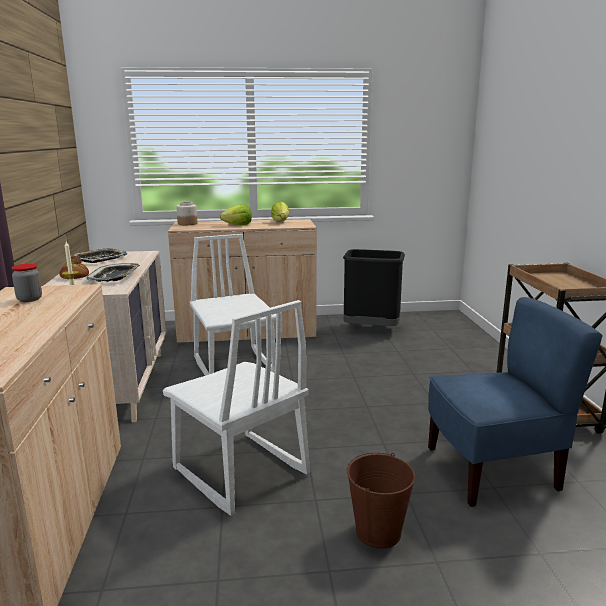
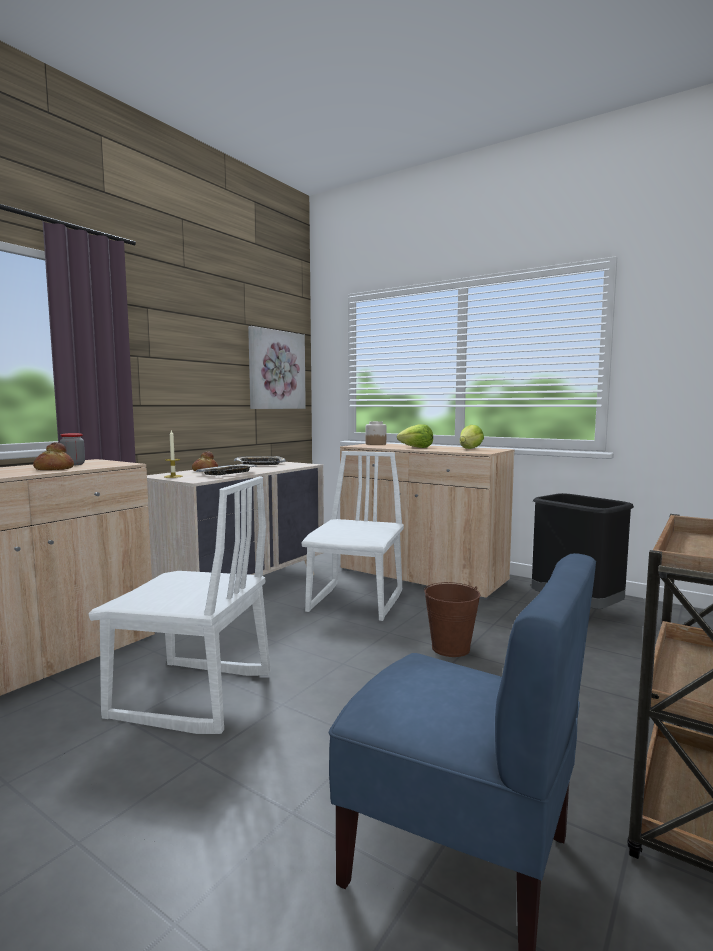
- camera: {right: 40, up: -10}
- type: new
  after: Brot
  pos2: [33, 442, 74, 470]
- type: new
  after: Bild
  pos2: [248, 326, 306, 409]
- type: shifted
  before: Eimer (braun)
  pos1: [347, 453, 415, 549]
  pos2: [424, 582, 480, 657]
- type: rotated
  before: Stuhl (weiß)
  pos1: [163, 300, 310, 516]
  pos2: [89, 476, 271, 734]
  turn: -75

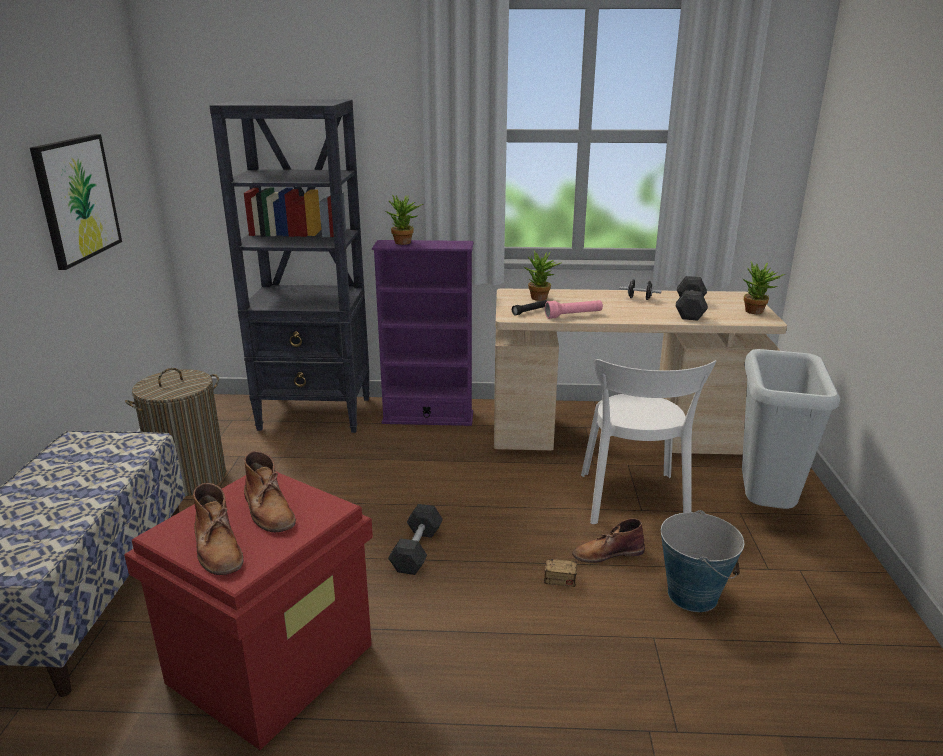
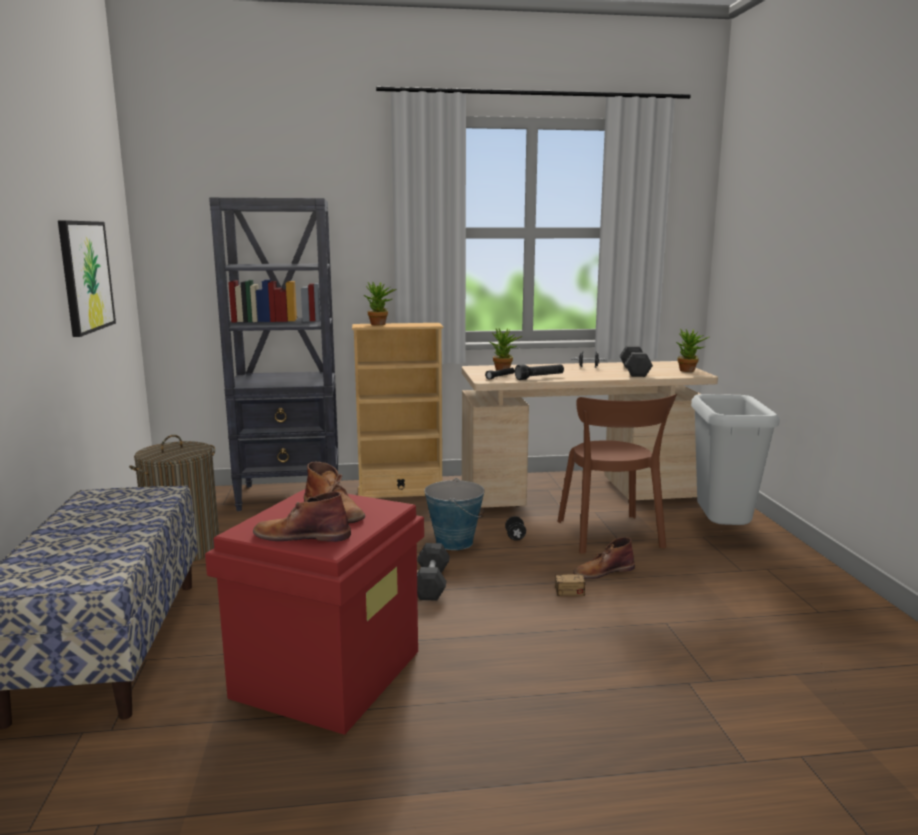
- camera: {right: -10, up: -10}
- type: new
  after: Hantel (schwarz)
  pos2: [505, 516, 526, 541]
- type: shifted
  before: Eimer
  pos1: [661, 510, 744, 612]
  pos2: [424, 478, 485, 550]
- type: repainted
  before: Bücherregal (lila)
  after: Bücherregal (beige)
  pos1: [372, 240, 473, 426]
  pos2: [352, 323, 443, 498]
- type: repainted
  before: Taschenlampe (rosa)
  after: Taschenlampe (schwarz)
  pos1: [545, 300, 603, 319]
  pos2: [515, 364, 564, 380]
- type: repainted
  before: Stuhl (weiß)
  after: Stuhl (braun)
  pos1: [581, 359, 716, 524]
  pos2: [557, 394, 677, 554]
- type: rotated
  before: Stiefel (braun)
  pos1: [193, 483, 243, 575]
  pos2: [253, 491, 351, 542]
  turn: 135

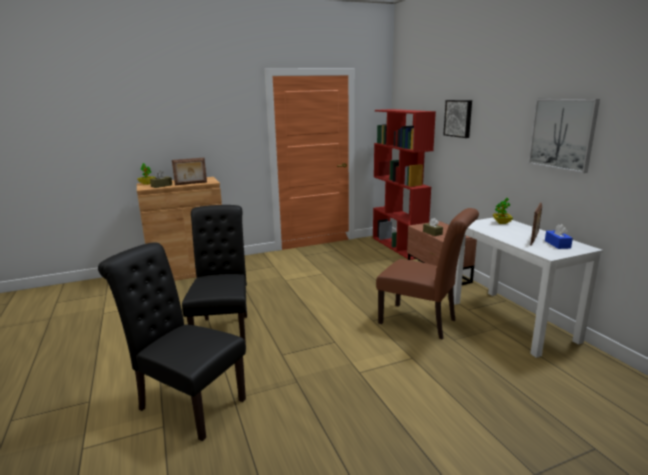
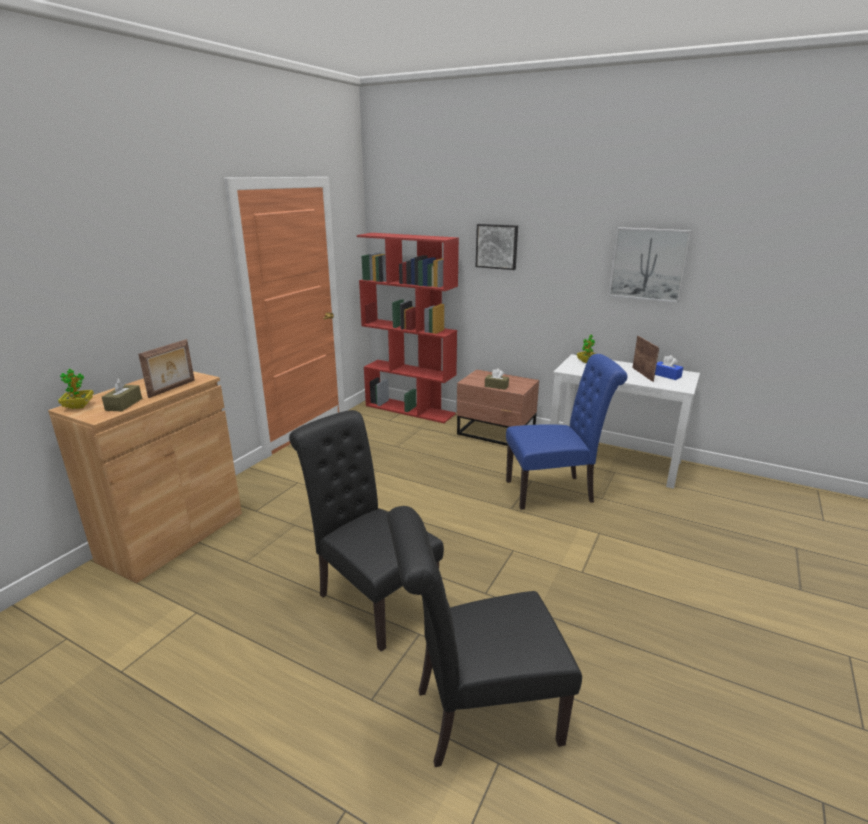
- camera: {right: -40, up: 5}
- type: repainted
  before: Stuhl (braun)
  after: Stuhl (blau)
  pos1: [376, 208, 479, 340]
  pos2: [506, 354, 628, 510]

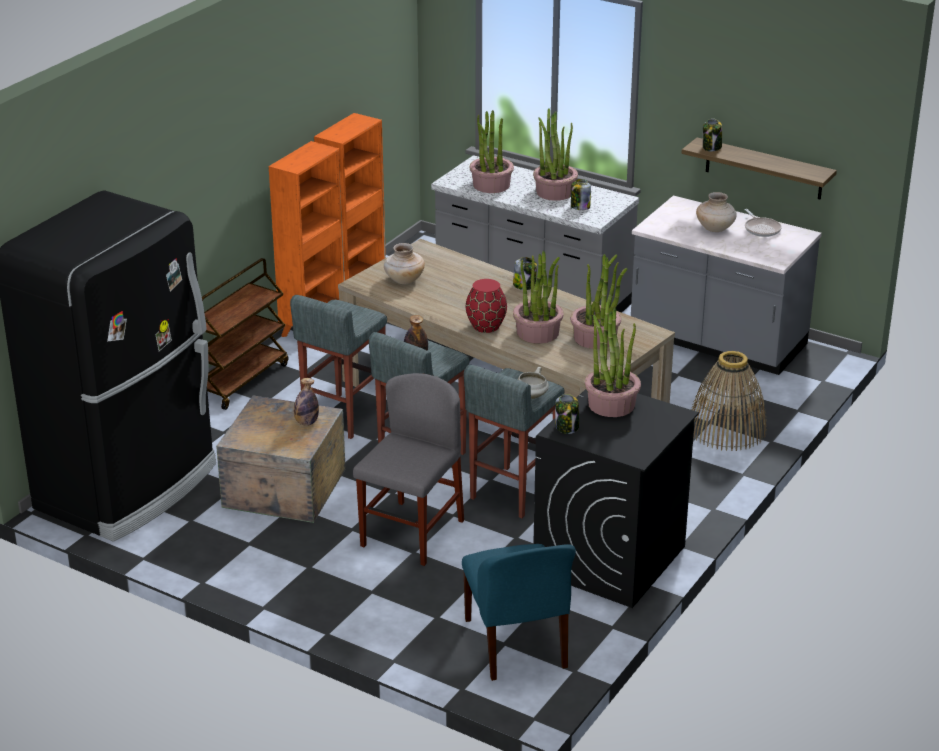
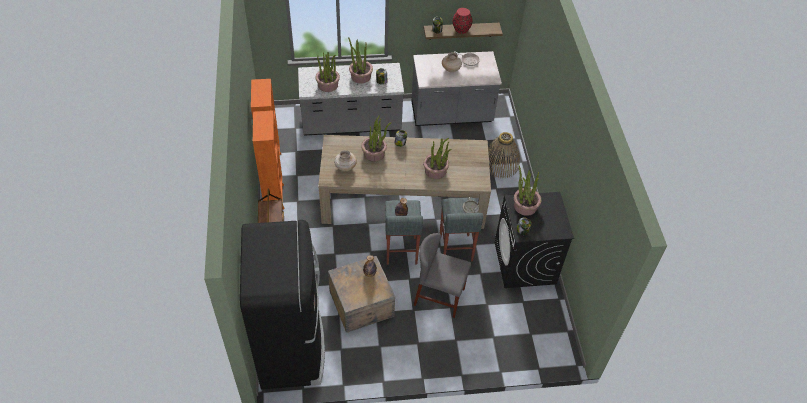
- camera: {right: -40, up: 20}
- type: gone
  before: Hocker (grau)
  pos1: [290, 295, 387, 439]
- type: gone
  before: Stuhl (blau)
  pos1: [462, 544, 576, 681]
- type: shifted
  before: Vase (rot)
  pos1: [466, 279, 507, 333]
  pos2: [453, 8, 472, 34]
- type: shifted
  before: Topfpflanze
  pos1: [570, 254, 627, 349]
  pos2: [361, 115, 392, 161]
- type: rotated
  before: Stuhl (grau)
  pos1: [353, 373, 464, 566]
  pos2: [414, 233, 471, 318]
  turn: -60

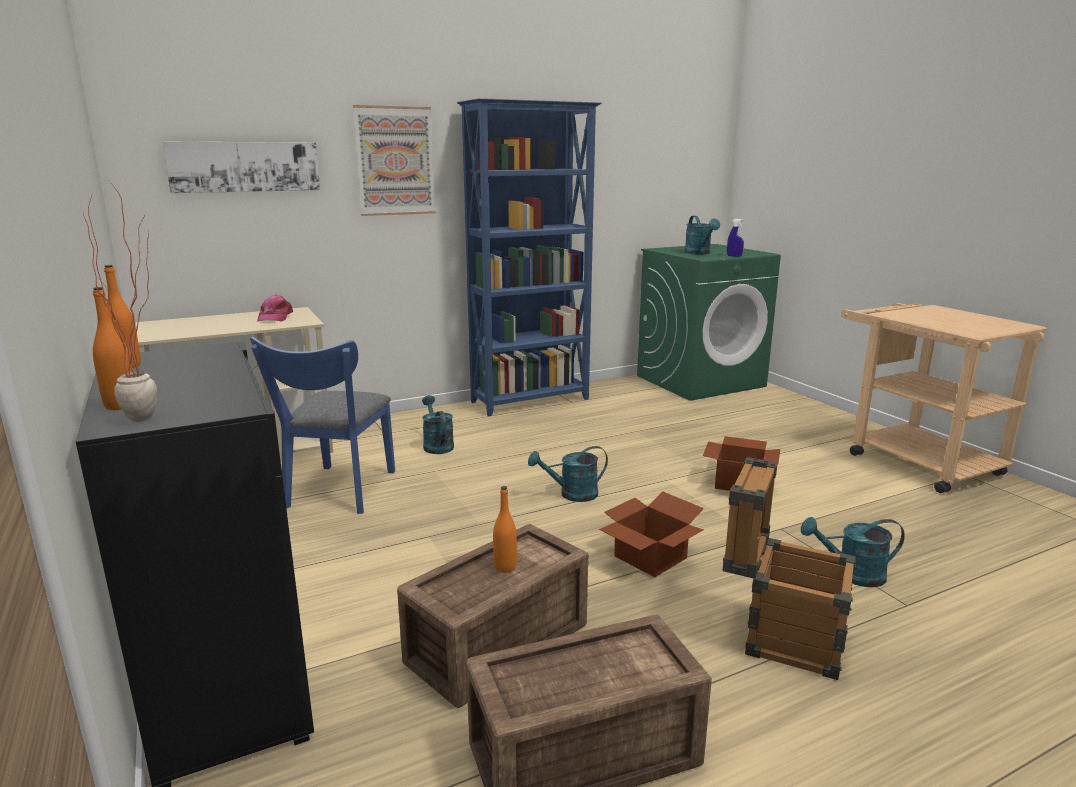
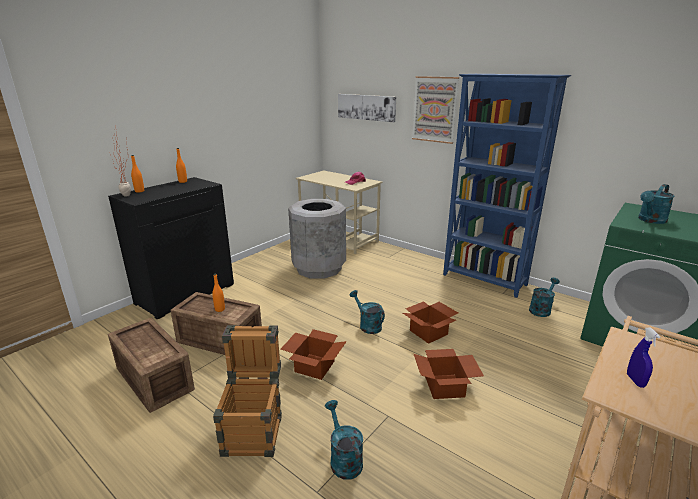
- camera: {right: 65, up: 5}
- type: new
  after: Karton
  pos2: [403, 301, 458, 344]
- type: shifted
  before: Gießkanne (türkis)
  pos1: [422, 395, 454, 454]
  pos2: [529, 277, 560, 317]
- type: shifted
  before: Sprühflasche (blau)
  pos1: [727, 219, 744, 257]
  pos2: [627, 328, 661, 388]
- type: swapped
  before: Stuhl (blau)
  after: Mülleimer (grau)
  pos1: [250, 337, 395, 514]
  pos2: [288, 199, 346, 279]

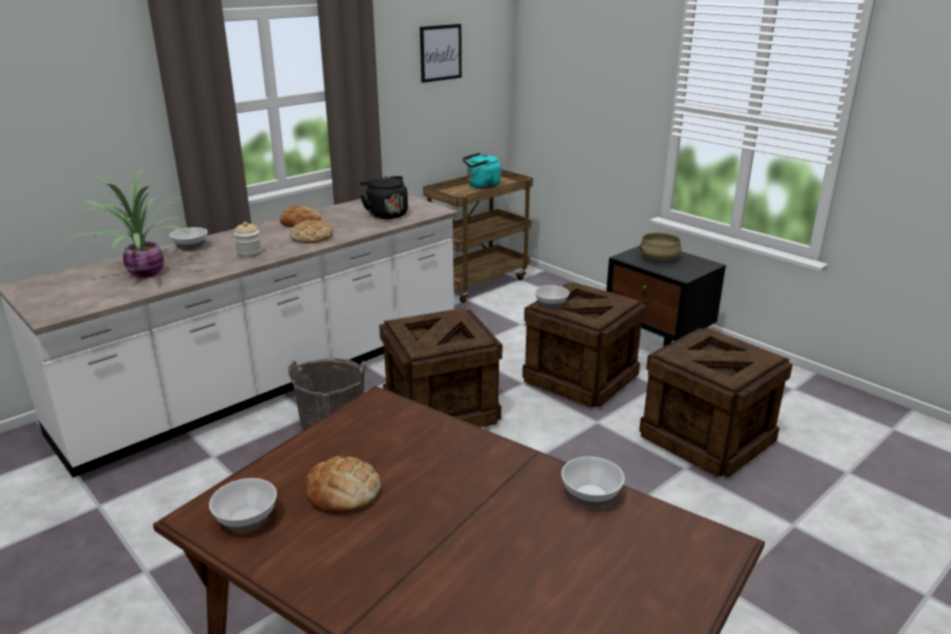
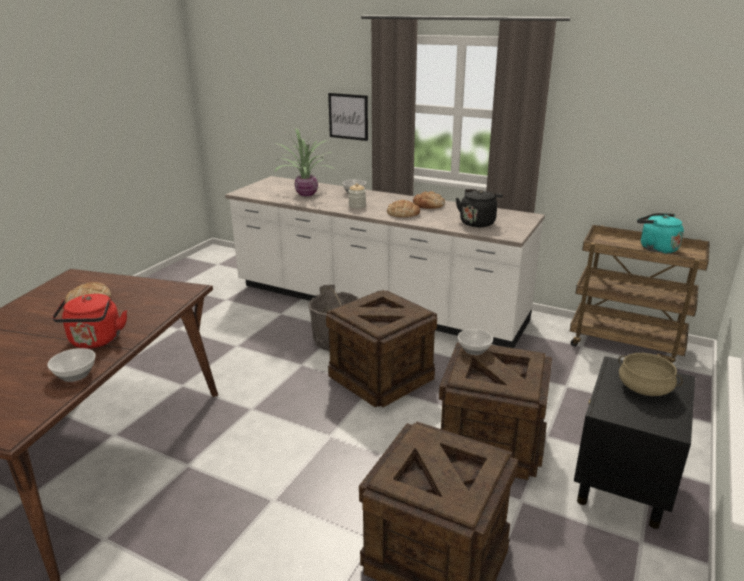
- camera: {right: 70, up: 0}
- type: gone
  before: Schüssel
  pos1: [209, 478, 277, 532]
- type: new
  after: Wasserkessel (rot)
  pos2: [52, 294, 127, 349]
- type: shifted
  before: Bild
  pos1: [420, 24, 462, 83]
  pos2: [328, 93, 368, 141]

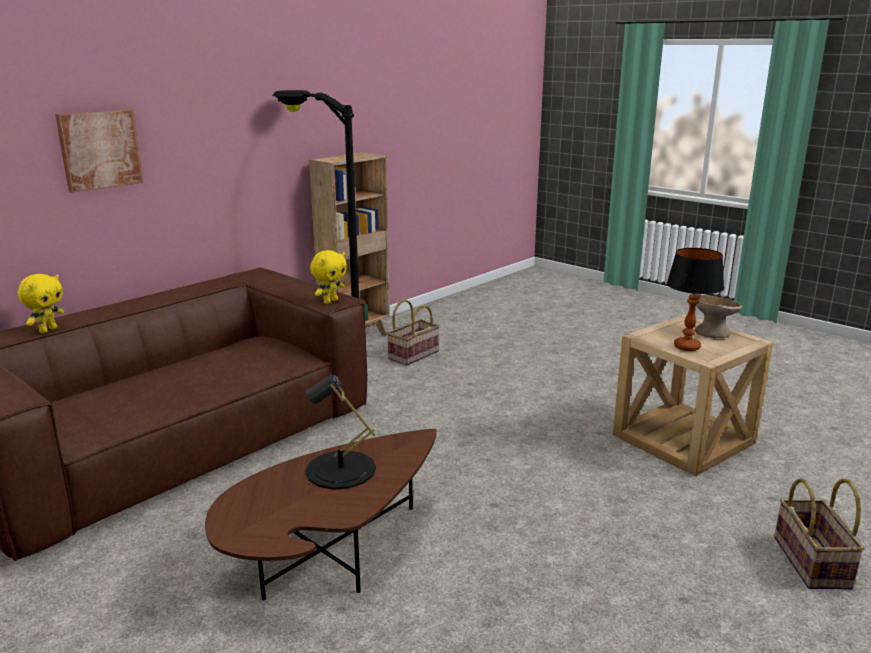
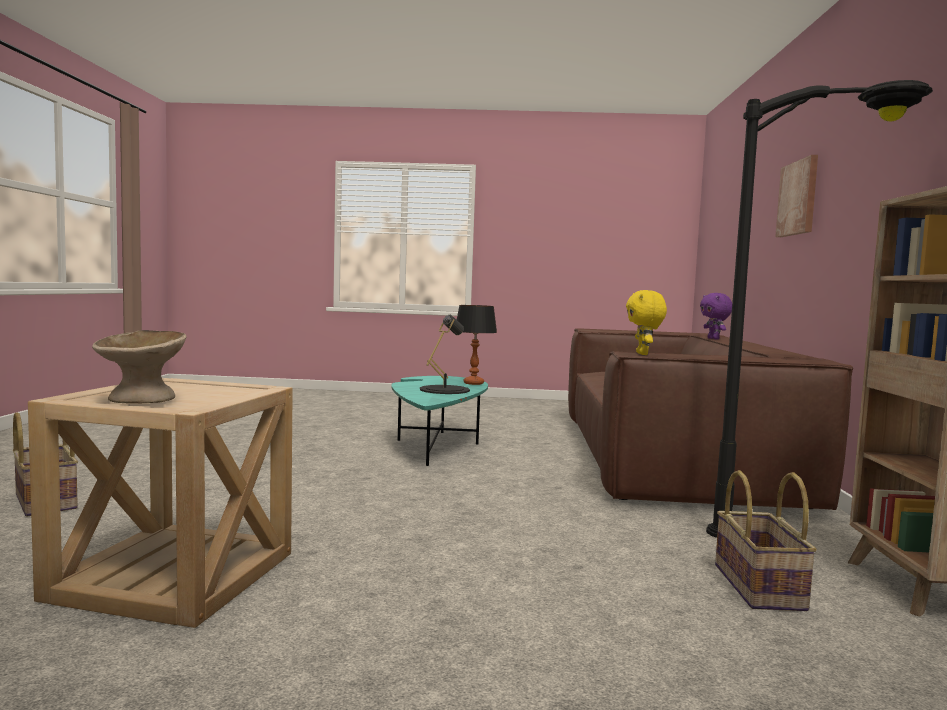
- camera: {right: 140, up: -15}
- type: shifted
  before: Tischlampe
  pos1: [667, 248, 724, 351]
  pos2: [457, 305, 497, 385]
- type: repainted
  before: Plüschtier (gelb)
  after: Plüschtier (lila)
  pos1: [17, 274, 64, 333]
  pos2: [700, 293, 732, 339]
- type: repainted
  before: Couchtisch (braun)
  after: Couchtisch (türkis)
  pos1: [205, 429, 437, 600]
  pos2: [391, 376, 488, 466]

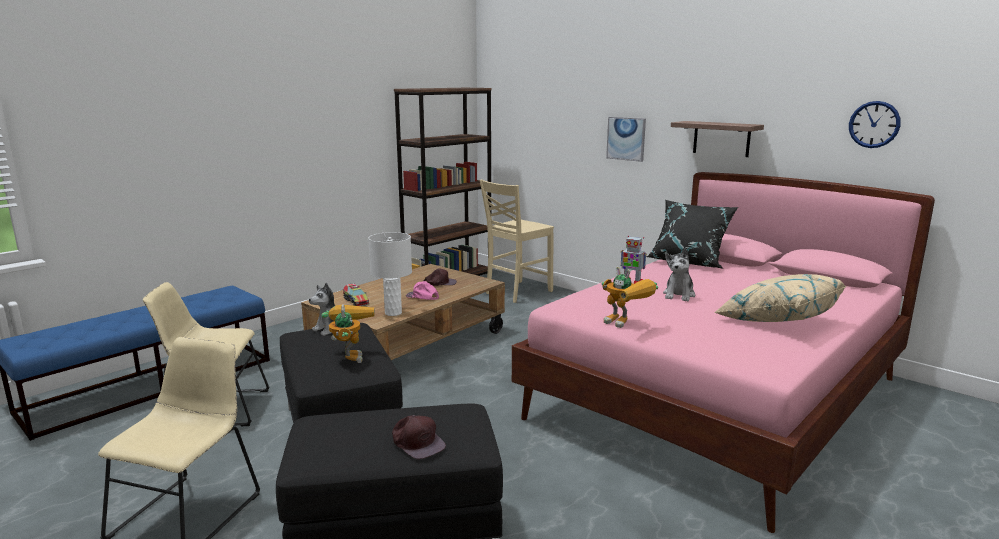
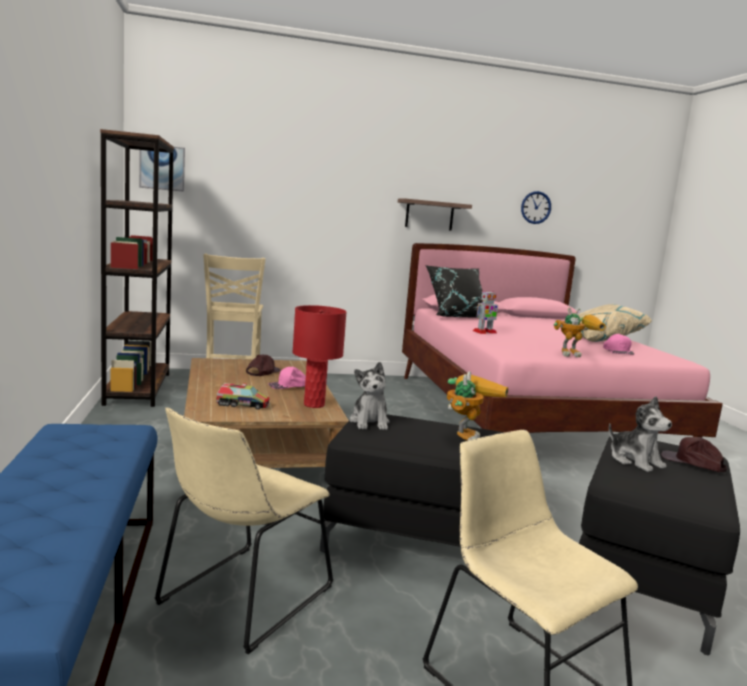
- camera: {right: -55, up: -5}
- type: new
  after: Kappe (rosa)
  pos2: [603, 334, 634, 355]
- type: shifted
  before: Bild
  pos1: [606, 117, 646, 162]
  pos2: [139, 147, 185, 192]
- type: shifted
  before: Plüschtier
  pos1: [663, 248, 695, 301]
  pos2: [609, 397, 672, 472]
- type: repainted
  before: Tischlampe (weiß)
  after: Tischlampe (rot)
  pos1: [368, 232, 412, 316]
  pos2: [292, 305, 347, 408]
- type: rotated
  before: Spielzeugroboter
  pos1: [322, 304, 375, 363]
  pos2: [447, 371, 508, 441]
  turn: 90
- type: rotated
  before: Kappe (braun)
  pos1: [392, 415, 446, 459]
  pos2: [661, 437, 728, 472]
  turn: -135

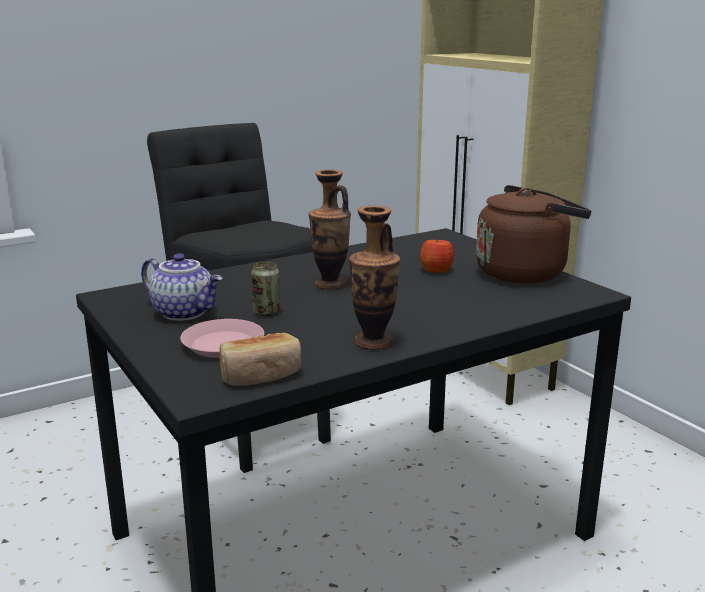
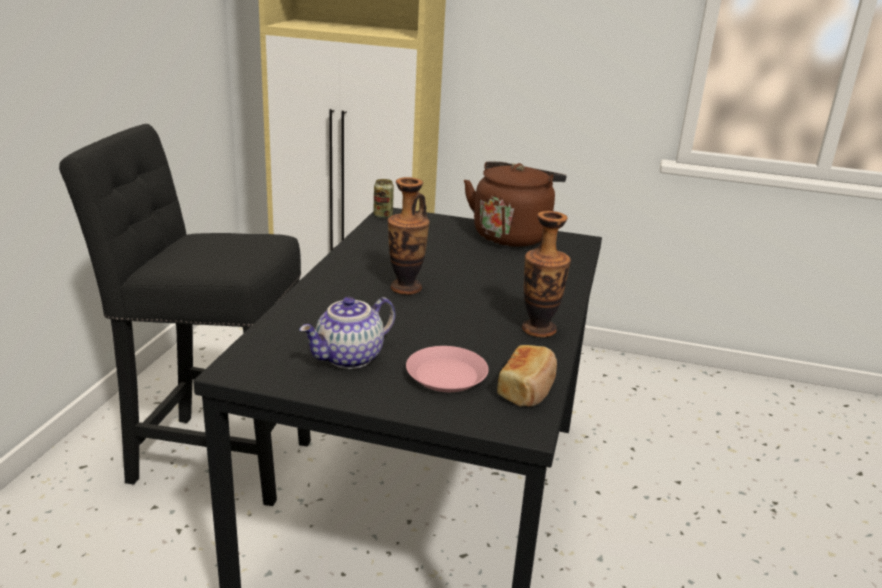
- camera: {right: -45, up: 5}
- type: gone
  before: Apfel
  pos1: [420, 236, 454, 273]
- type: shifted
  before: Dose
  pos1: [252, 262, 280, 316]
  pos2: [373, 179, 394, 219]
- type: rotated
  before: Teekanne
  pos1: [141, 253, 222, 321]
  pos2: [299, 297, 395, 369]
  turn: 150

